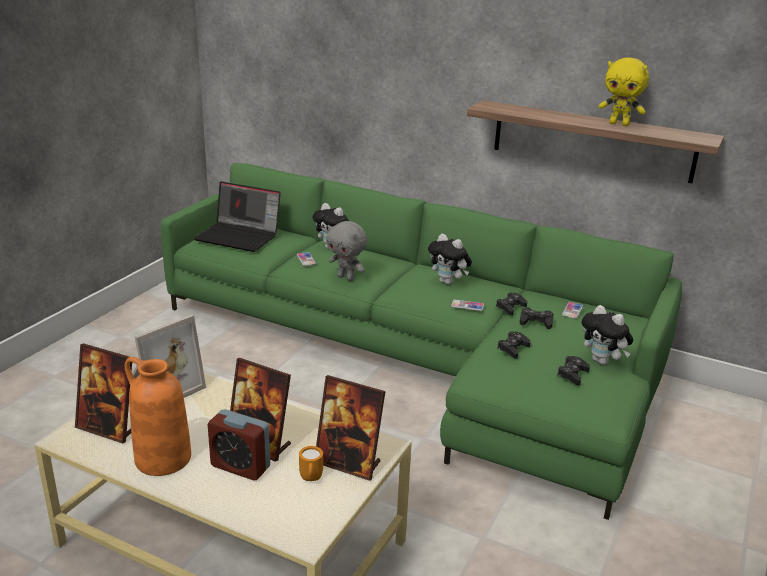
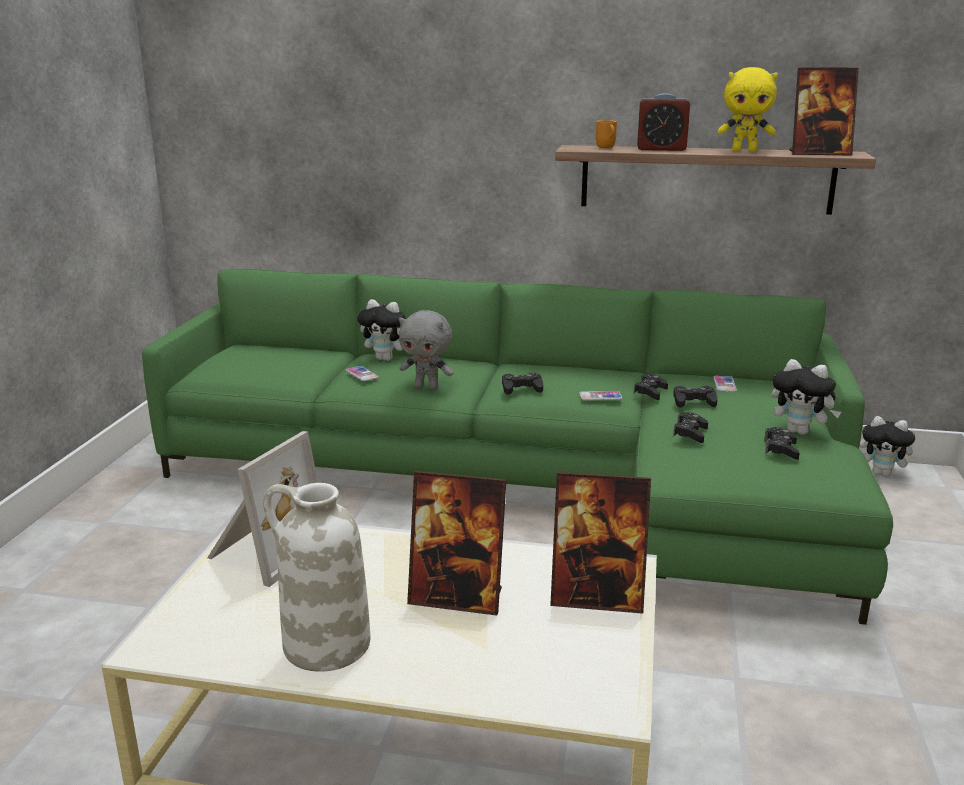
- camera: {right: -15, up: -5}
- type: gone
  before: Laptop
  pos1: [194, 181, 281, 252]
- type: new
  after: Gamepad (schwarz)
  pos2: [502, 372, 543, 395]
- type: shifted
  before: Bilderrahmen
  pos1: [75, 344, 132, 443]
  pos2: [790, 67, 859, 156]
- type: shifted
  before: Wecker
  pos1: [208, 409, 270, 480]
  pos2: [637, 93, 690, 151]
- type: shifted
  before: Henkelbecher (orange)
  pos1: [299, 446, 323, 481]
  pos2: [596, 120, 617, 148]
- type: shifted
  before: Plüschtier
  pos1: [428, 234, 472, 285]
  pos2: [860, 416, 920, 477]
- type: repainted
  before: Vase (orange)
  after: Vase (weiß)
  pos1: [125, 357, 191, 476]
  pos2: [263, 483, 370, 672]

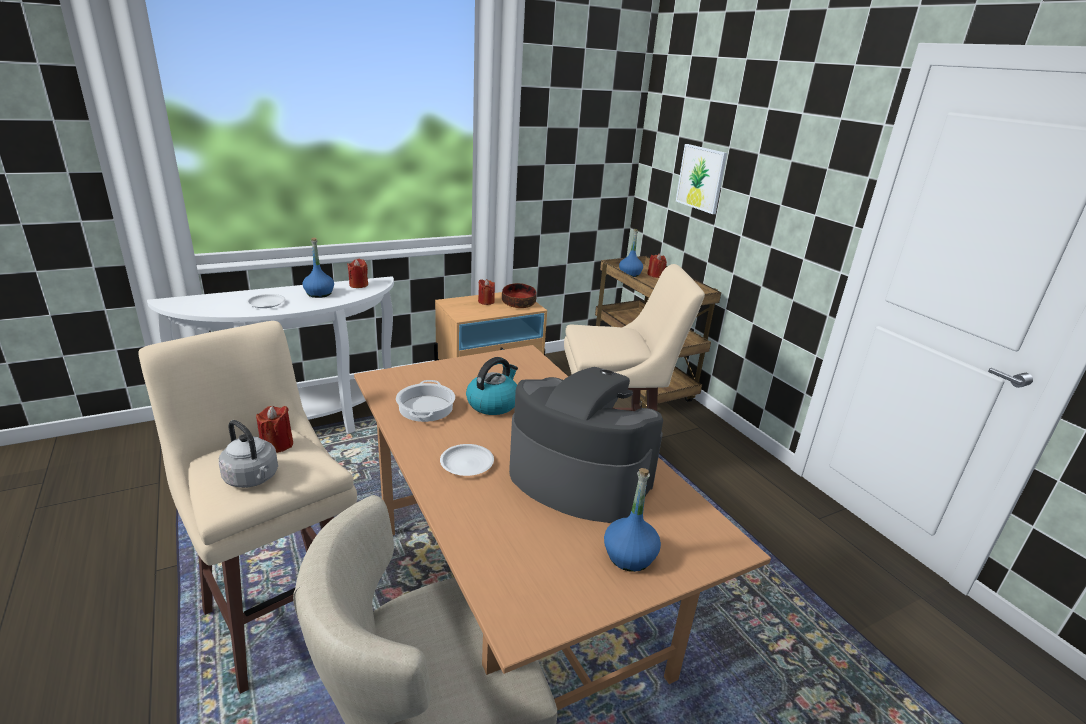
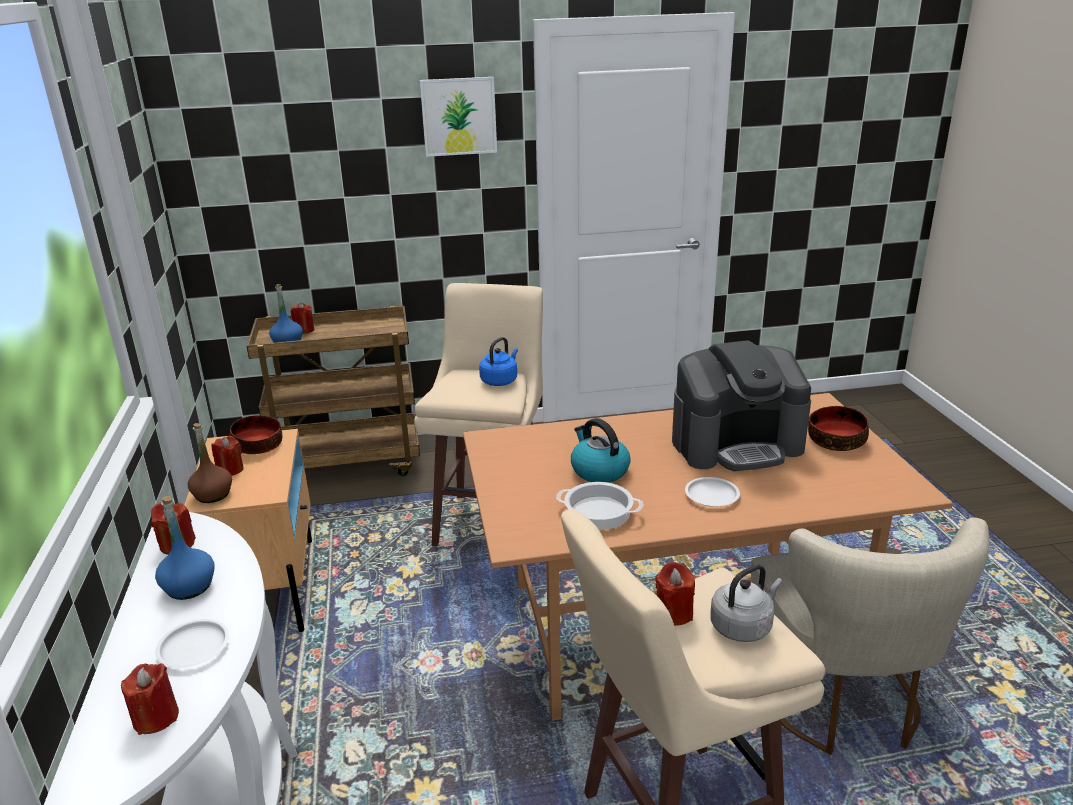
- camera: {right: -70, up: 0}
- type: new
  after: Kerze (rot)
  pos2: [121, 663, 179, 735]
- type: new
  after: Flasche (braun)
  pos2: [188, 423, 232, 503]
- type: new
  after: Wasserkessel (blau)
  pos2: [479, 337, 518, 386]
- type: shifted
  before: Bild
  pos1: [676, 144, 727, 214]
  pos2: [420, 77, 497, 157]
- type: swapped
  before: Flasche (blau)
  after: Schüssel
  pos1: [604, 468, 661, 572]
  pos2: [808, 406, 869, 451]
- type: rotated
  before: Kaffeemaschine
  pos1: [509, 367, 663, 523]
  pos2: [672, 340, 811, 471]
  turn: -150

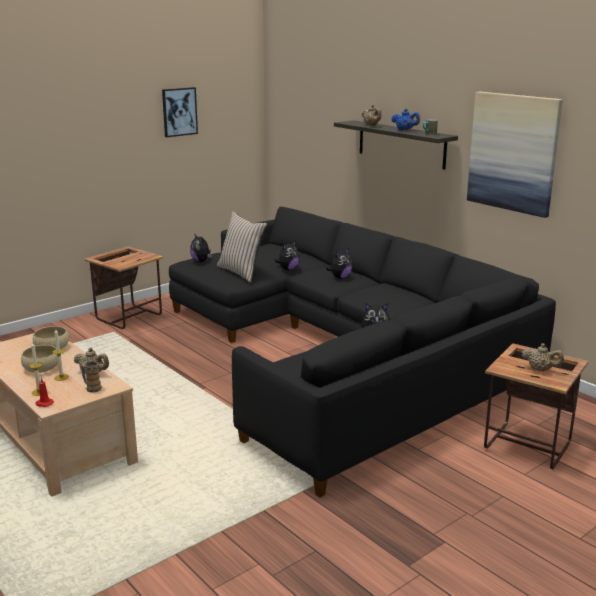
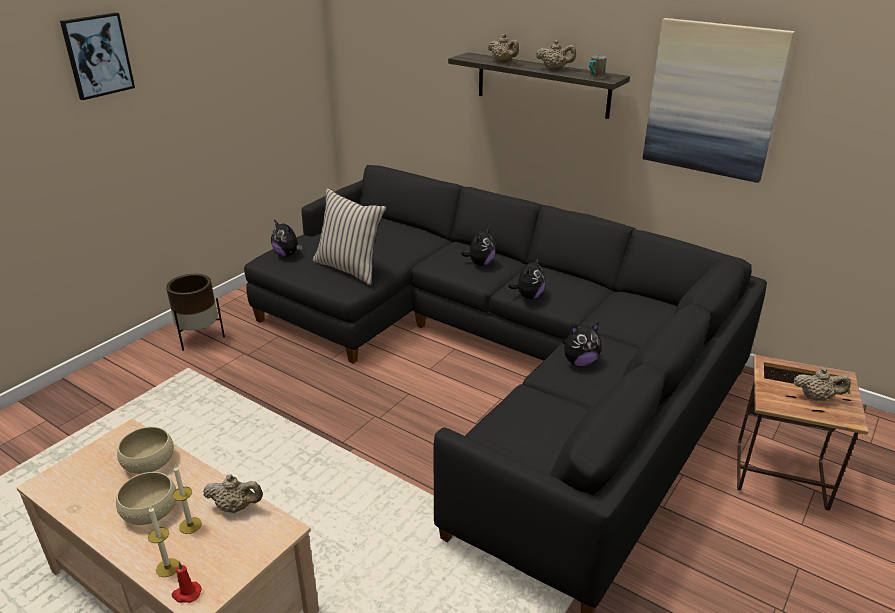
- camera: {right: -15, up: 10}
- type: gone
  before: Henkelbecher
  pos1: [81, 361, 102, 393]
- type: shifted
  before: Bild
  pos1: [162, 87, 198, 137]
  pos2: [60, 13, 135, 100]
- type: shifted
  before: Plüschtier
  pos1: [275, 241, 300, 270]
  pos2: [508, 257, 546, 299]
- type: swapped
  before: Beistelltisch
  after: Pflanzkübel (braun)
  pos1: [85, 247, 163, 329]
  pos2: [166, 274, 225, 351]
- type: repainted
  before: Teekanne (blau)
  after: Teekanne (beige)
  pos1: [392, 108, 420, 130]
  pos2: [536, 40, 576, 70]

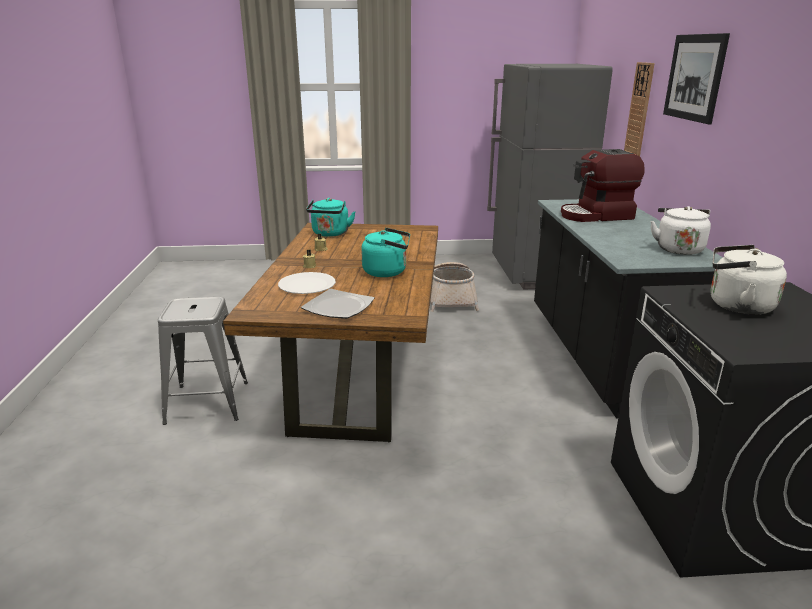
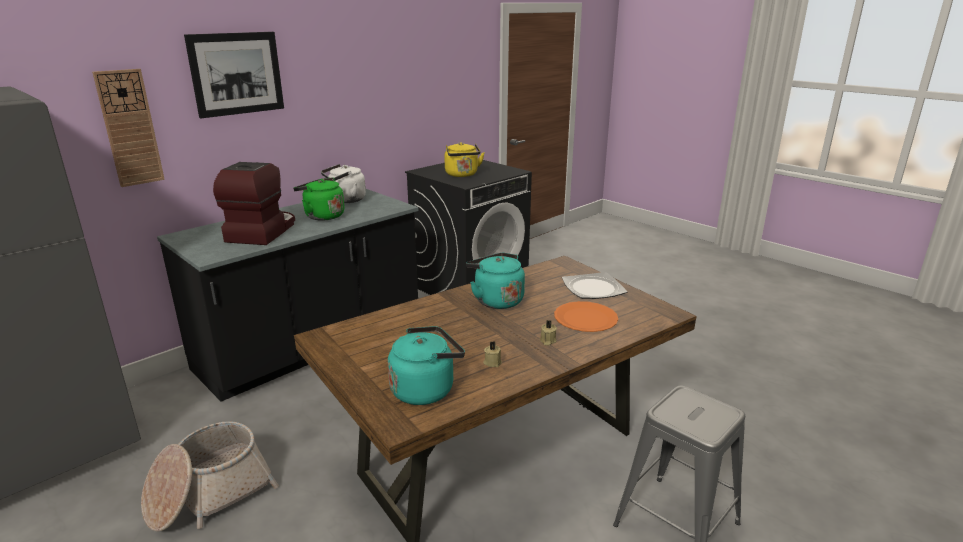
- camera: {right: -130, up: 0}
- type: new
  after: Wasserkessel (grün)
  pos2: [293, 177, 345, 220]
- type: repainted
  before: Teller (weiß)
  after: Teller (orange)
  pos1: [278, 272, 336, 294]
  pos2: [554, 301, 618, 332]
- type: repainted
  before: Wasserkessel (weiß)
  after: Wasserkessel (gelb)
  pos1: [711, 245, 787, 315]
  pos2: [444, 142, 485, 177]
- type: rotated
  before: Kaffeemaschine
  pos1: [561, 149, 645, 222]
  pos2: [213, 162, 295, 245]
  turn: -120

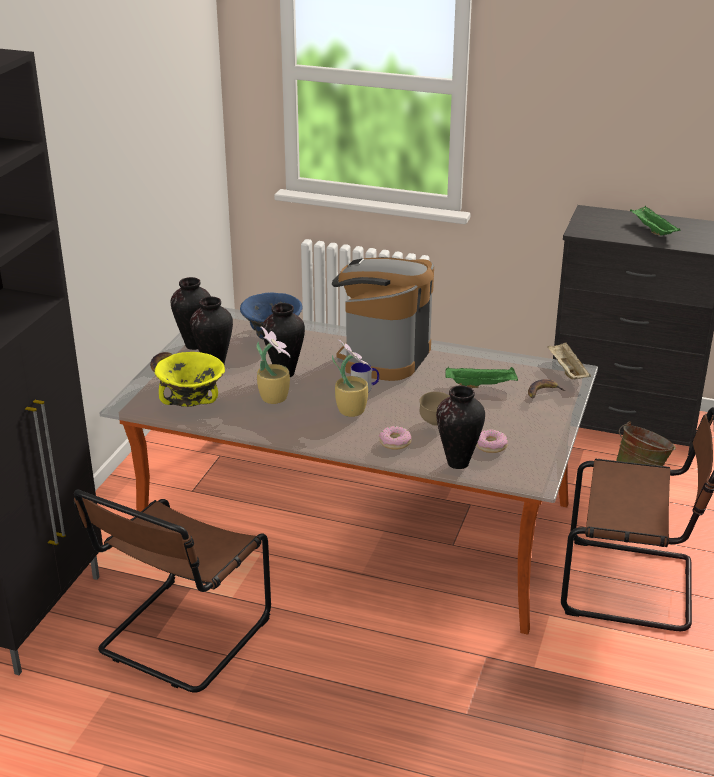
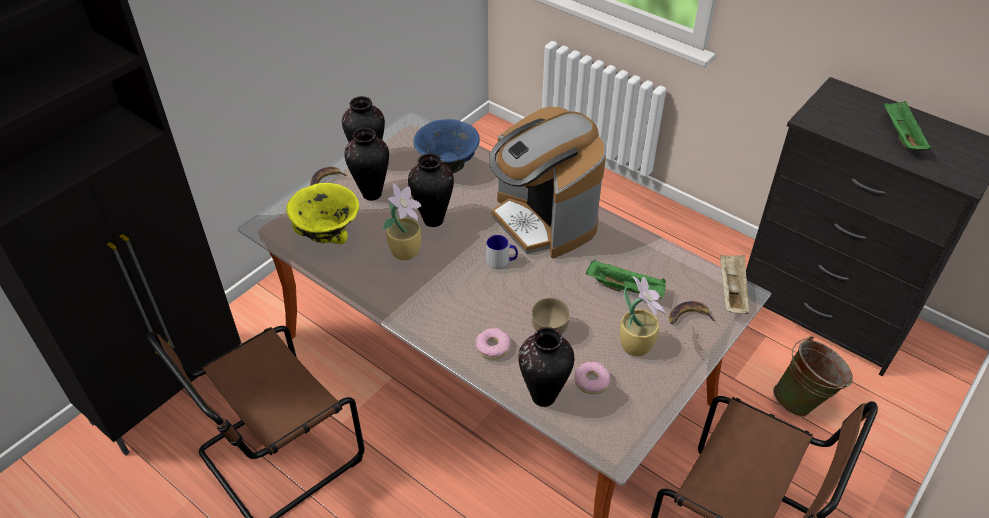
- camera: {right: 20, up: 15}
- type: shifted
  before: Topfpflanze
  pos1: [332, 340, 371, 417]
  pos2: [620, 276, 665, 356]
- type: rotated
  before: Kaffeemaschine
  pos1: [332, 257, 434, 381]
  pos2: [489, 107, 607, 258]
  turn: -75

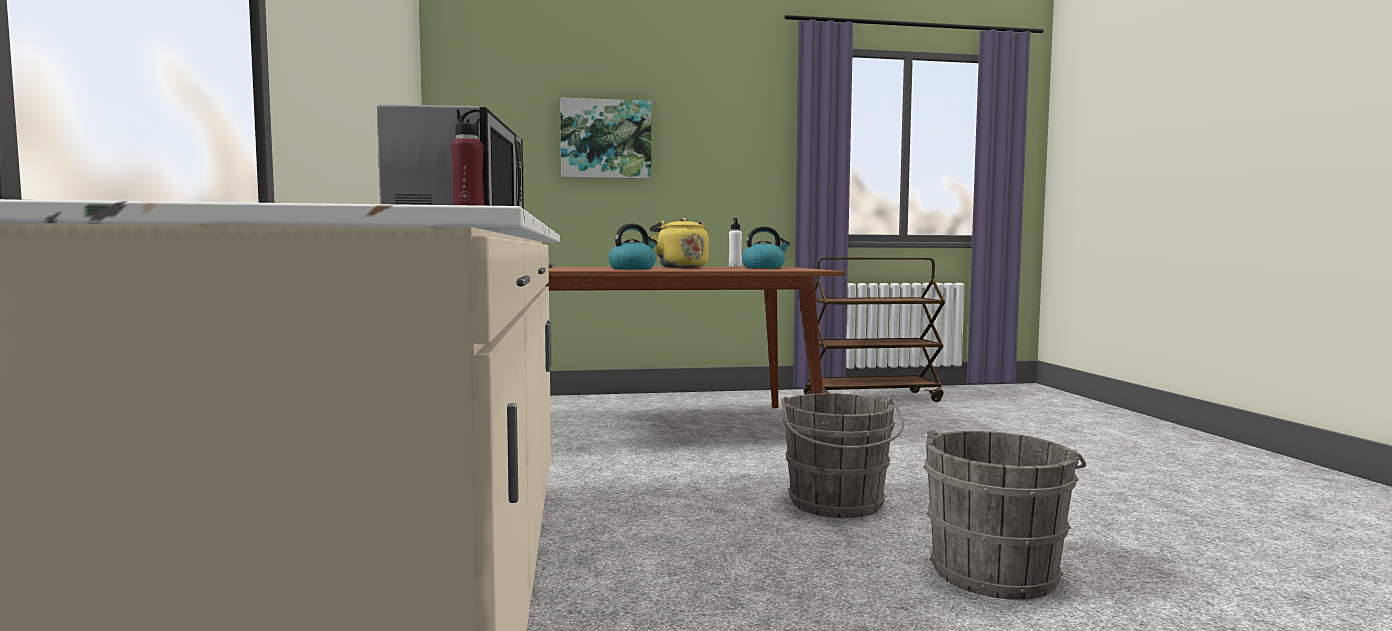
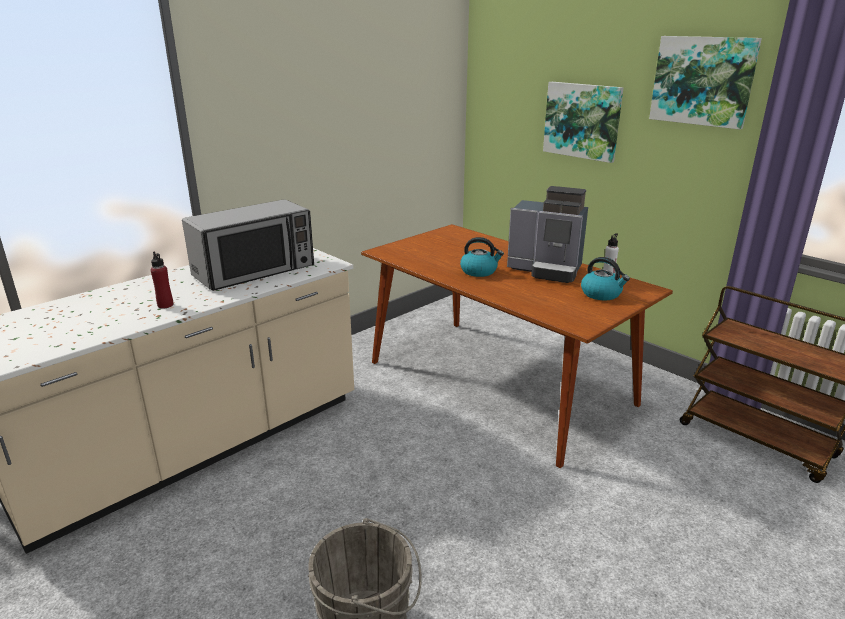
- camera: {right: 55, up: 20}
- type: gone
  before: Eimer (grau)
  pos1: [781, 393, 904, 518]
- type: new
  after: Bild
  pos2: [649, 36, 762, 129]
- type: swapped
  before: Wasserkessel (gelb)
  after: Kaffeemaschine
  pos1: [650, 218, 709, 268]
  pos2: [507, 186, 588, 283]

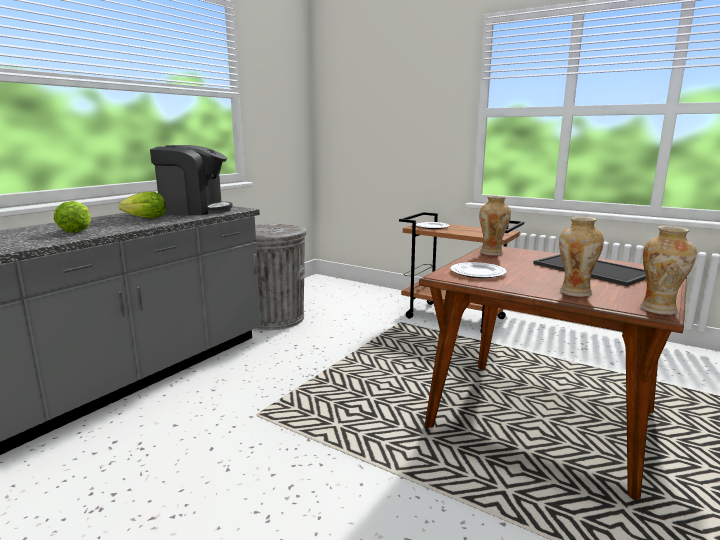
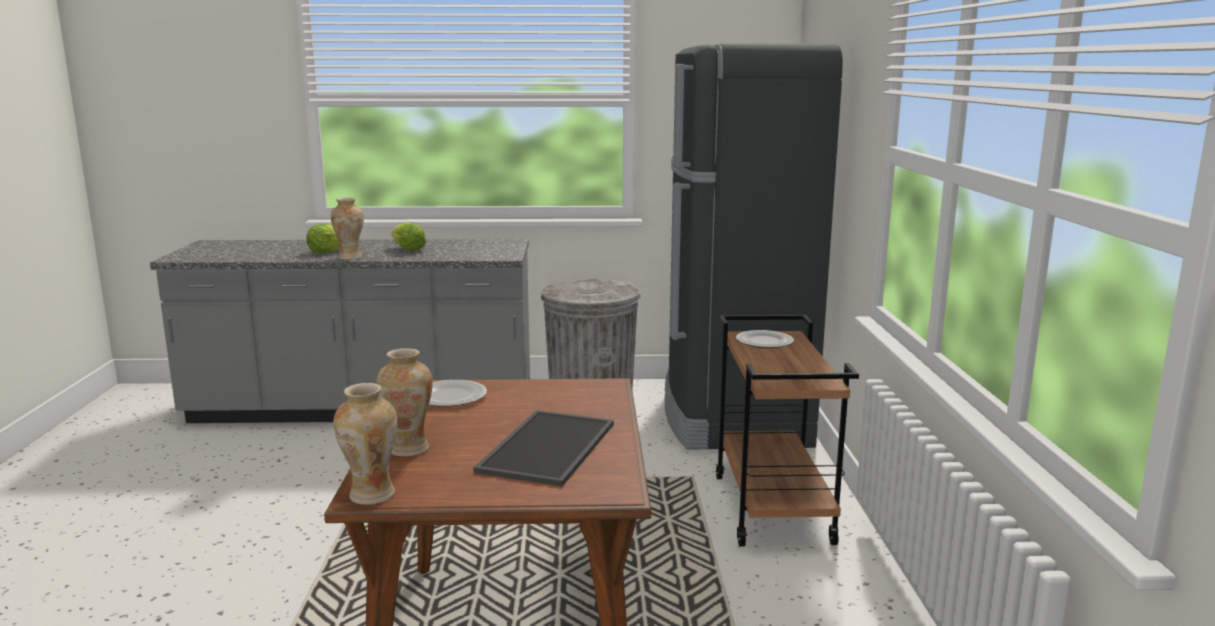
- camera: {right: 55, up: 0}
- type: gone
  before: Kaffeemaschine
  pos1: [150, 145, 233, 215]
- type: new
  after: Kühlschrank (schwarz)
  pos2: [665, 44, 843, 449]
- type: shifted
  before: Vase
  pos1: [479, 196, 511, 256]
  pos2: [331, 198, 364, 260]

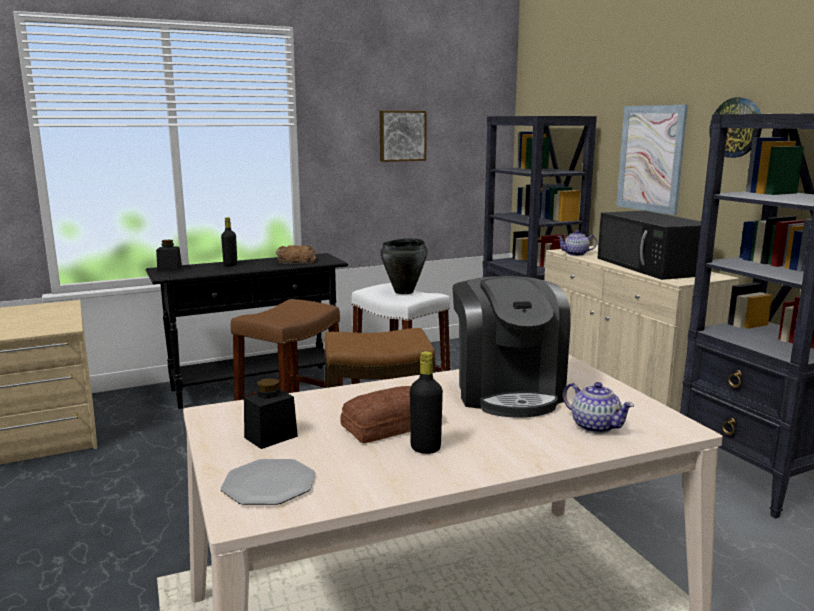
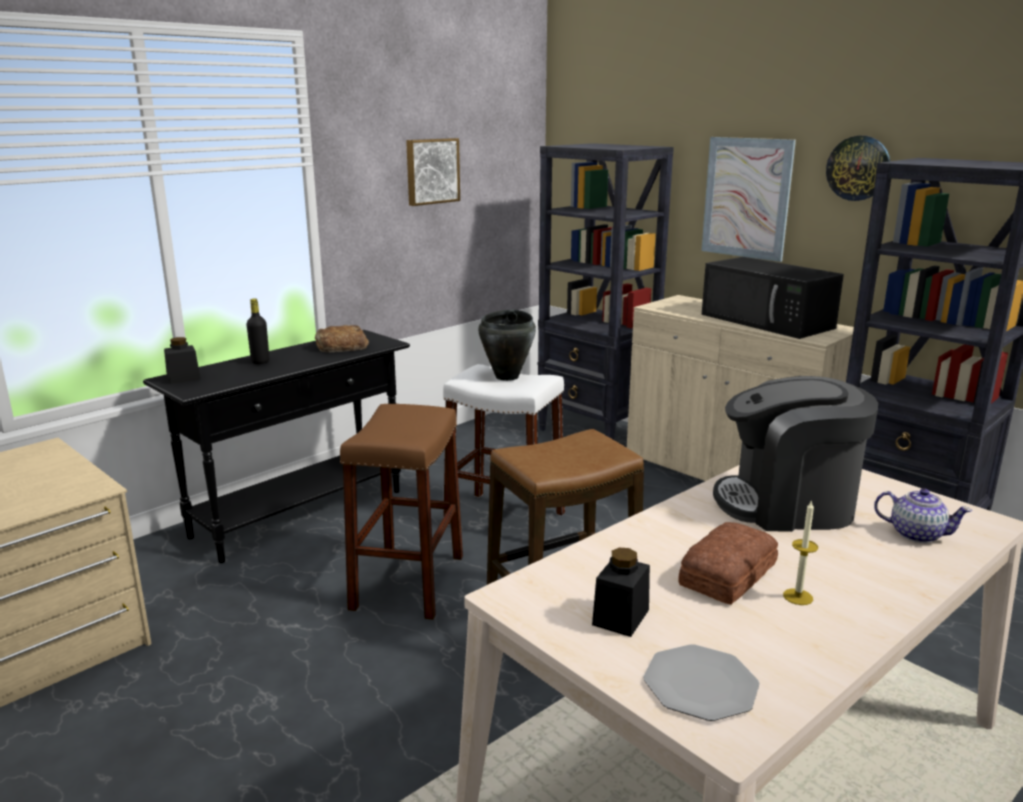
- camera: {right: -20, up: 5}
- type: gone
  before: Teekanne
  pos1: [557, 230, 597, 256]
- type: swapped
  before: Flasche (schwarz)
  after: Kerze
  pos1: [410, 351, 443, 454]
  pos2: [783, 500, 818, 605]
- type: rotated
  before: Kaffeemaschine
  pos1: [453, 276, 571, 418]
  pos2: [713, 376, 878, 532]
  turn: 120

